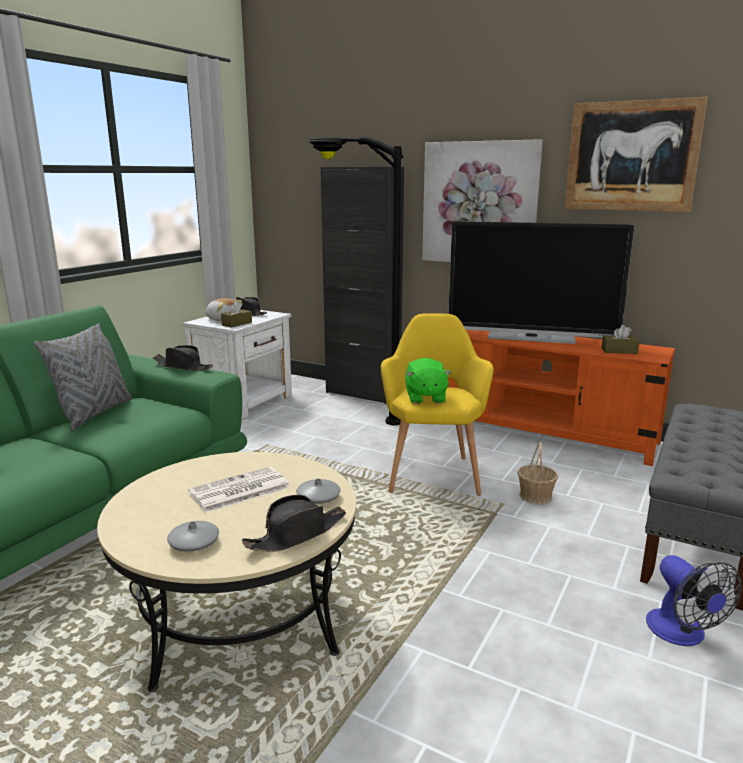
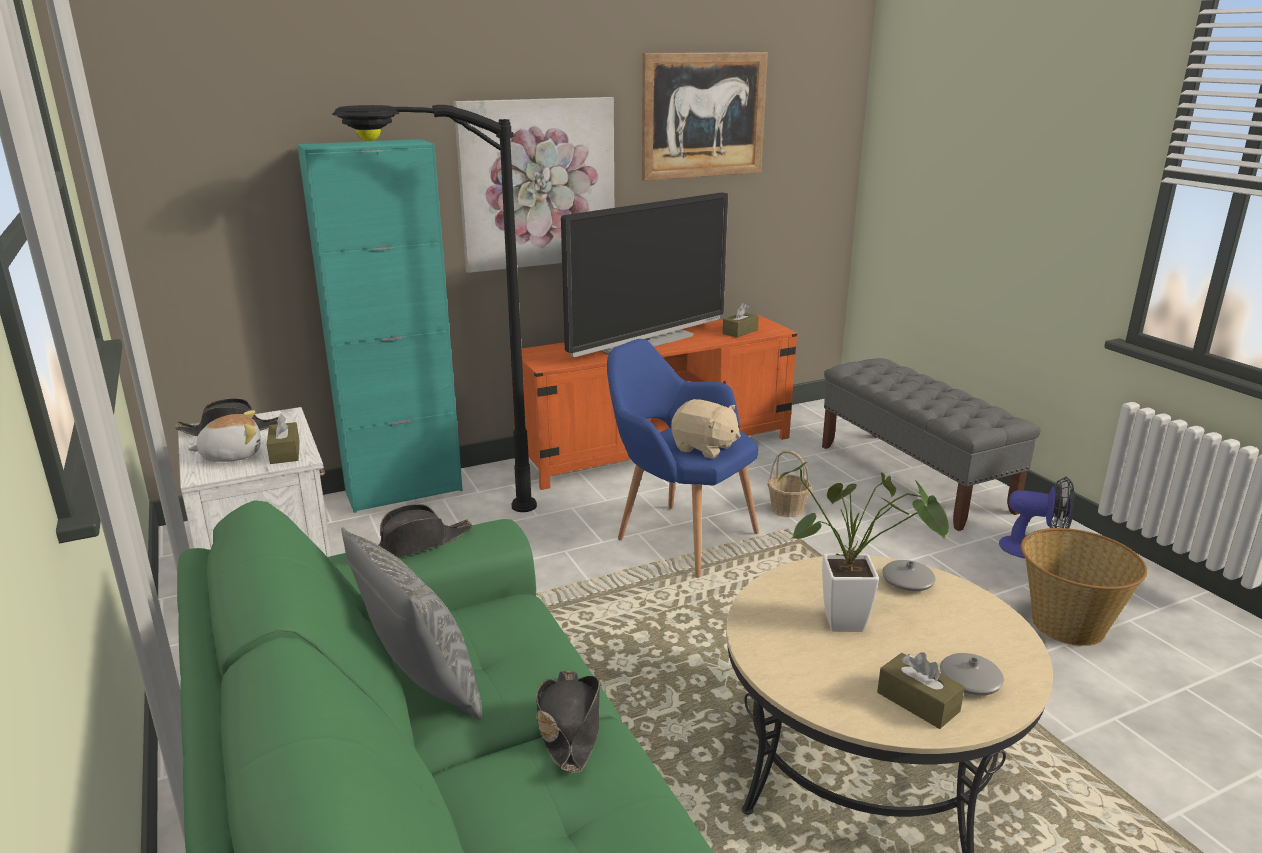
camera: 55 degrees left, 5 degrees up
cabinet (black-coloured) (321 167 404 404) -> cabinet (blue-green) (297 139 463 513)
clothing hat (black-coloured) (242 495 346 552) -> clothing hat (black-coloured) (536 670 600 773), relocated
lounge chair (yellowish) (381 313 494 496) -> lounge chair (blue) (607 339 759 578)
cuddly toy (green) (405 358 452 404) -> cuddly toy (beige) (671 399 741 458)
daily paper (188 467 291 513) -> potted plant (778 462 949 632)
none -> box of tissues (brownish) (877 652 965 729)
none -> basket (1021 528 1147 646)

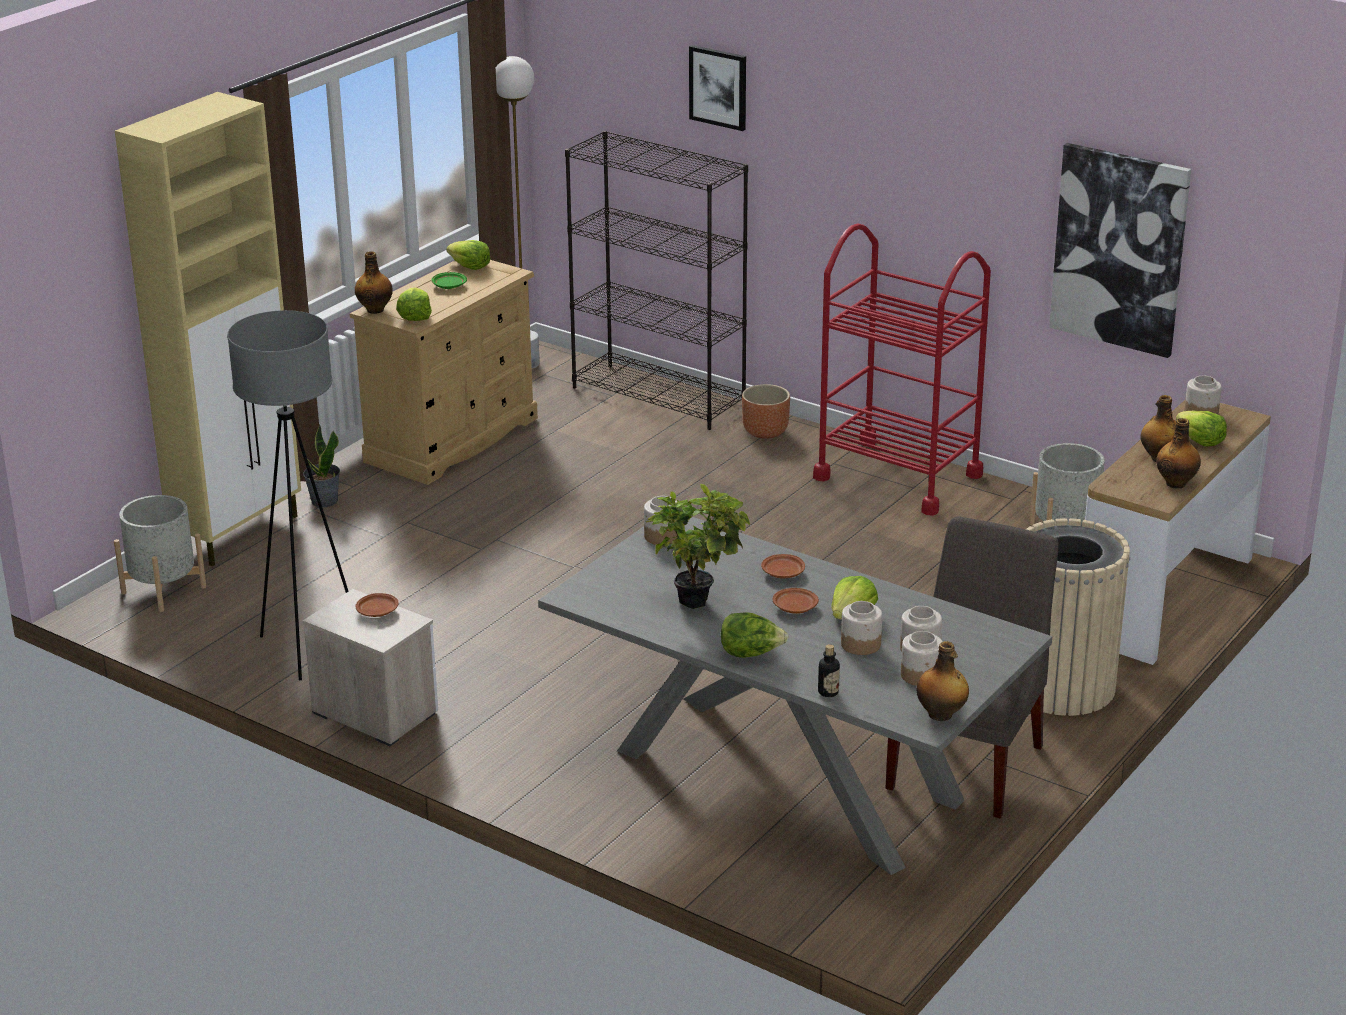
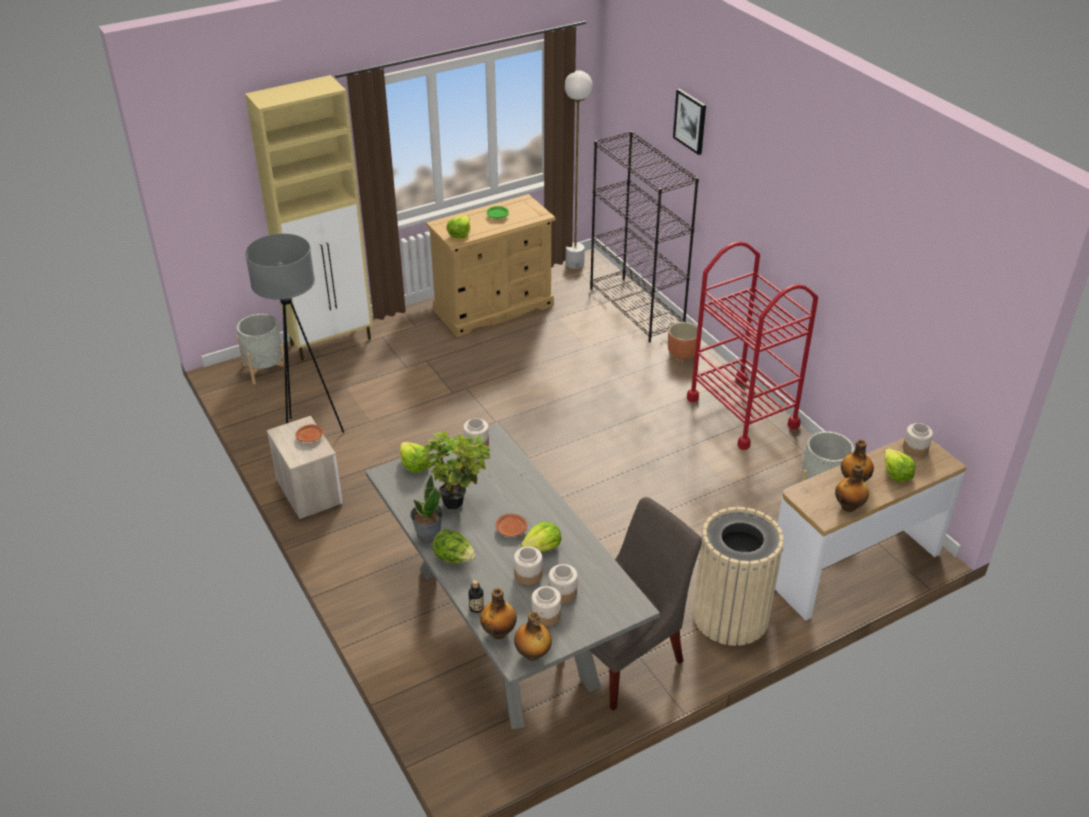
camera: 25 degrees right, 10 degrees up
head of lettuce (446 240 491 270) -> head of lettuce (400 442 431 473), relocated
potted plant (303 424 340 507) -> potted plant (410 475 443 543), relocated
beverage bottle (355 251 393 314) -> beverage bottle (480 588 517 639), relocated
flat dish (brownish) (761 554 805 578) -> none
picture (1049 143 1191 358) -> none

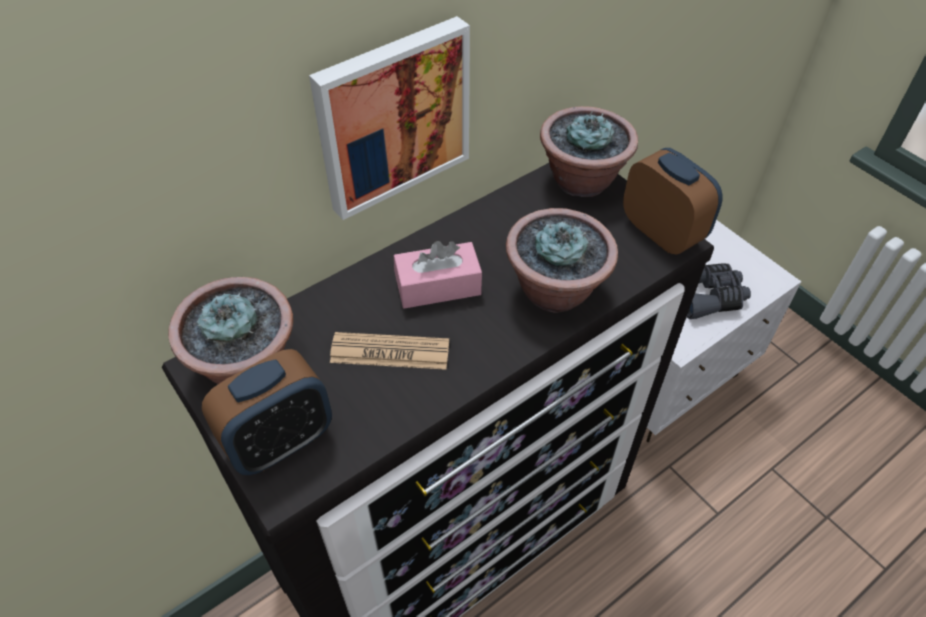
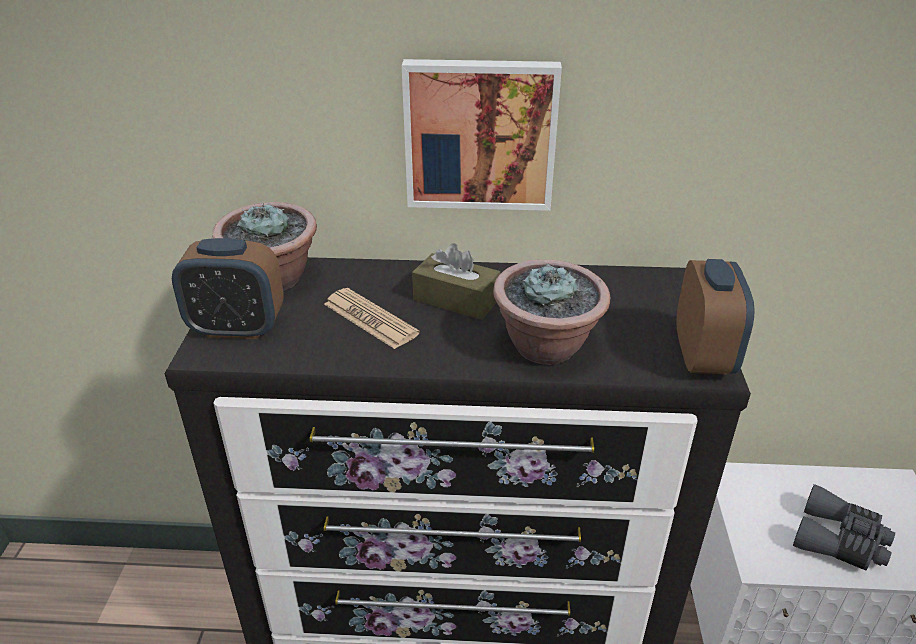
camera: 40 degrees right, 15 degrees down
box of tissues (pinkish) (394 241 482 309) -> box of tissues (brownish) (412 243 500 320)
potted plant (540 106 638 197) -> none

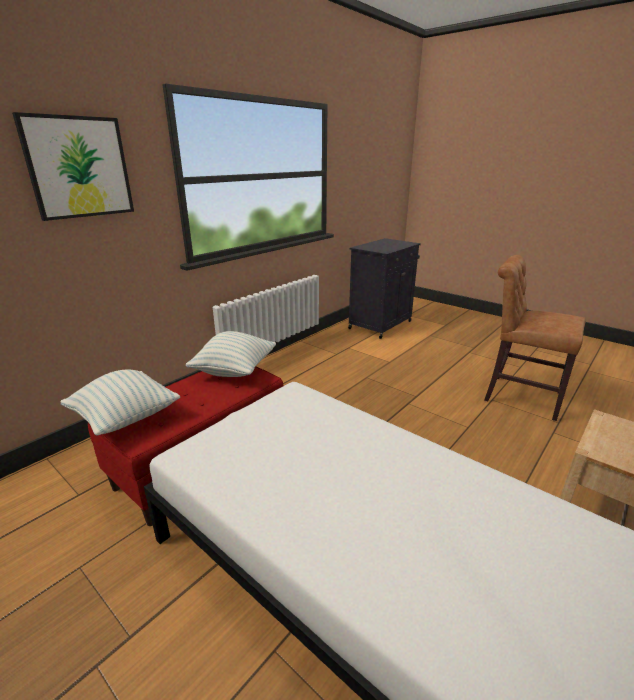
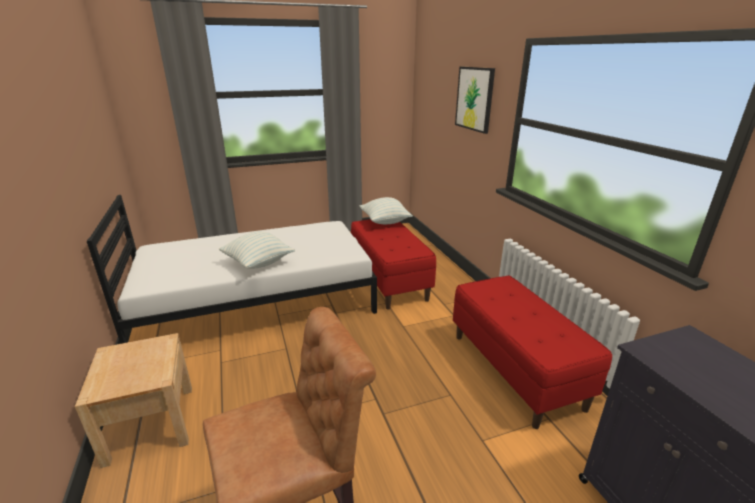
camera: 120 degrees right, 0 degrees up
cushion (186 331 276 377) -> cushion (219 231 295 269), relocated
none -> long seat (red) (453 275 612 429)

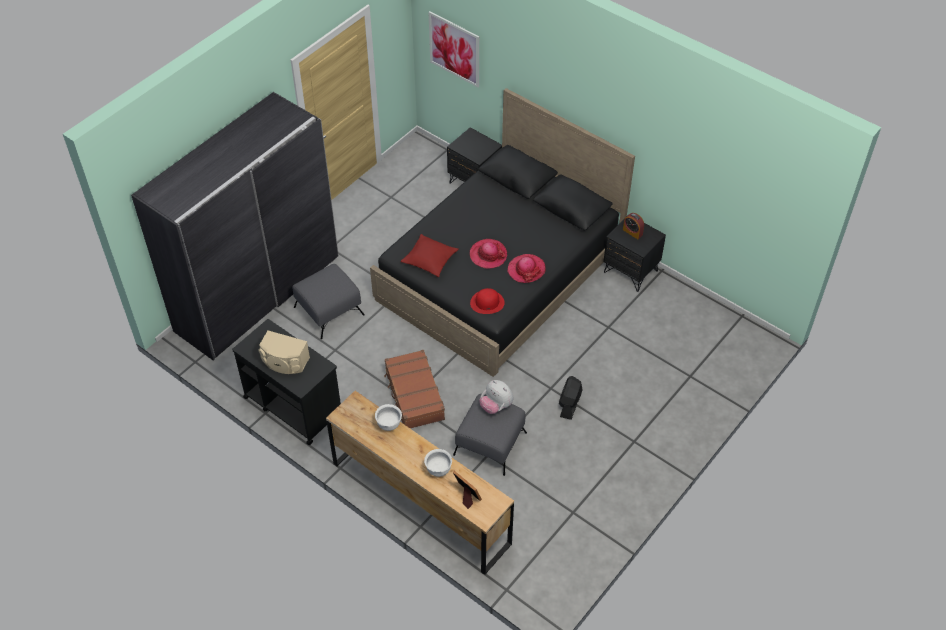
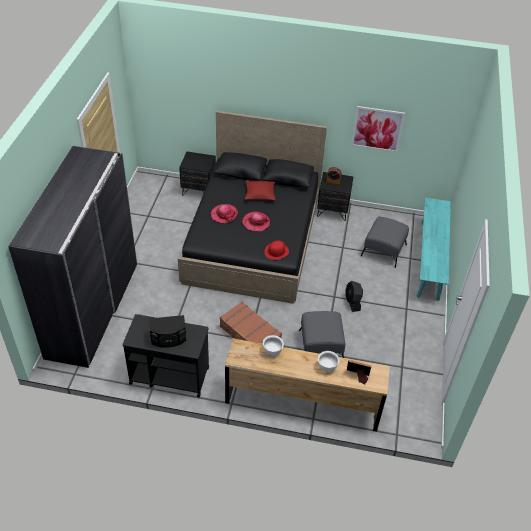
camera: 30 degrees left, 5 degrees down
speaker (beige) (258 331 310 374) -> speaker (black-coloured) (149 315 186 348)
clothing hat (507 254 546 283) -> clothing hat (211 204 238 223), relocated
cushion (red) (400 234 458 277) -> cushion (red) (245 180 276 200), relocated
picture (429 11 479 87) -> picture (351 106 405 153), relocated
pouffe (gray) (292 264 365 339) -> pouffe (gray) (361 217 409 268), relocated
none -> long seat (blue-green) (417 197 451 301)
cuddly toy (479 380 513 414) -> none

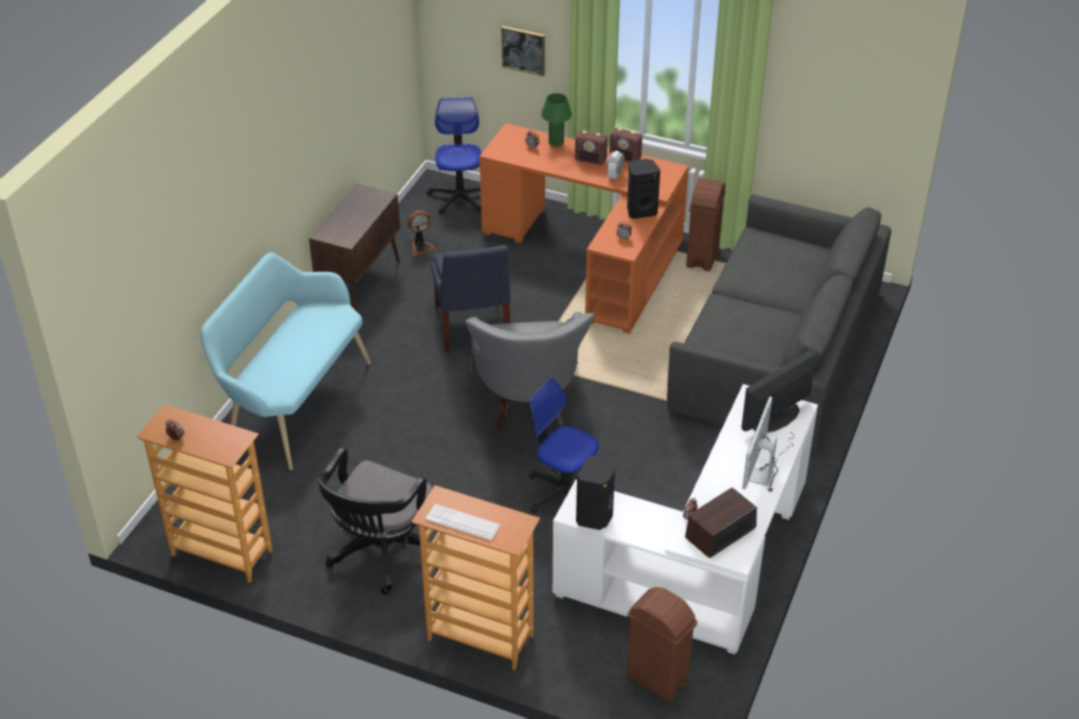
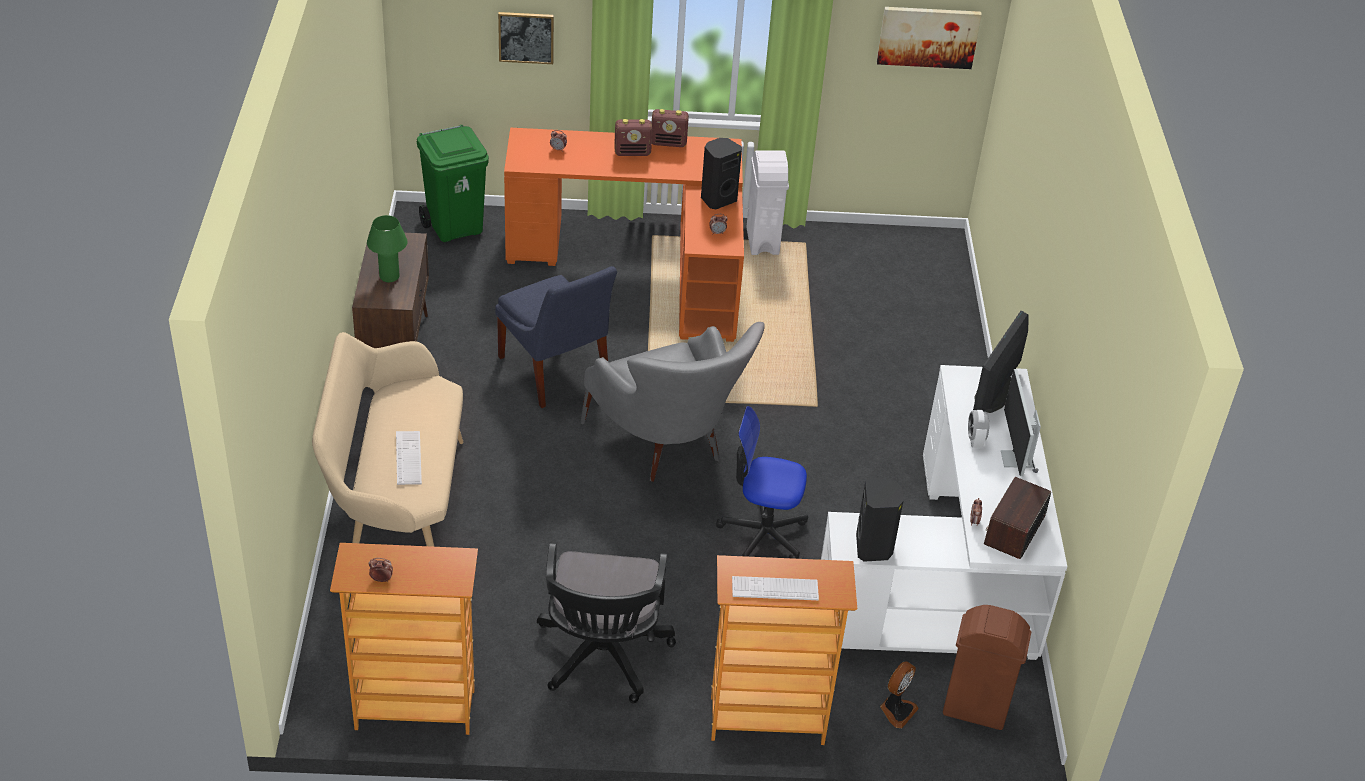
camera: 25 degrees left, 0 degrees up
long seat (blue-green) (200 253 371 470) -> long seat (beige) (312 332 463 547)
tabletop lamp (green) (541 93 572 147) -> tabletop lamp (green) (367 215 408 282), relocated
none -> keyboard (396 431 422 485)
computer chair (426 97 482 214) -> rubbish bin (green) (417 125 489 242)
rubbish bin (brownish) (686 178 726 272) -> rubbish bin (white-coloured) (746 150 789 255)
none -> picture (877 7 982 69)
fan (408 210 435 256) -> fan (880 661 919 728), relocated
alarm clock (607 151 624 179) -> alarm clock (968 410 989 448), relocated
couch (gray) (667 194 891 451) -> none

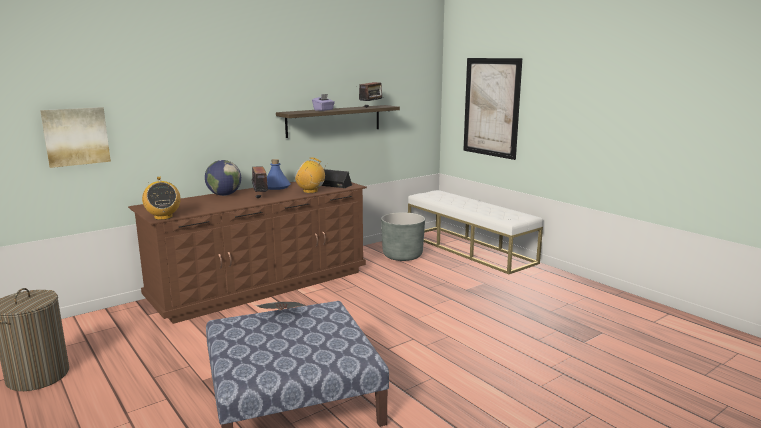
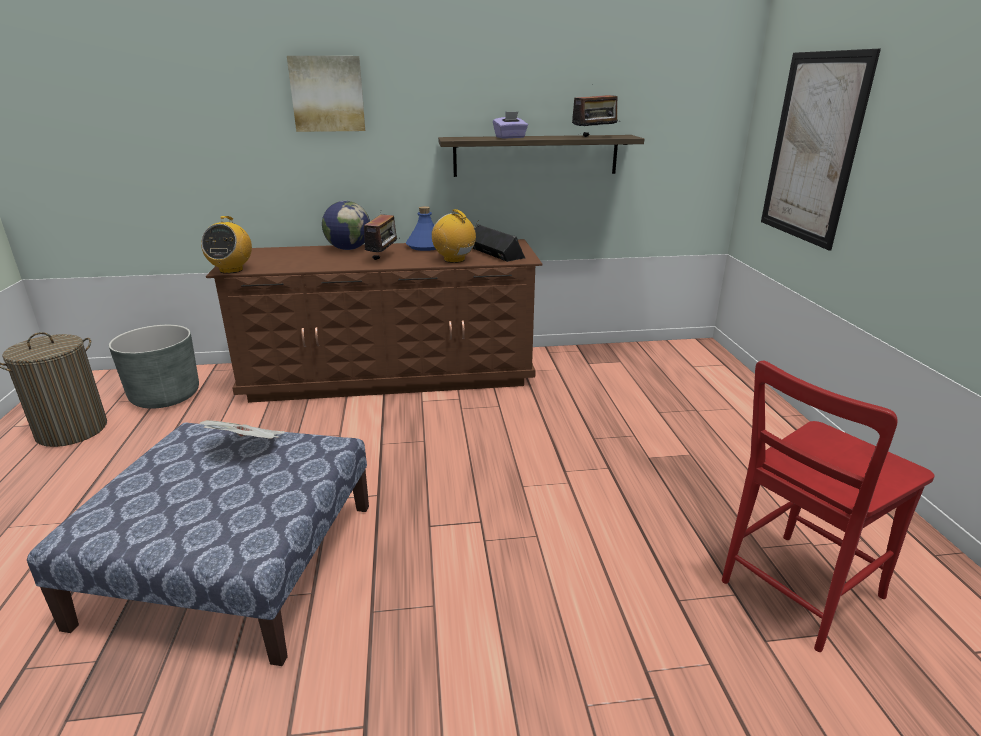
camera: 30 degrees right, 10 degrees up
plant pot (gray) (381 212 425 261) -> plant pot (gray) (109 325 199 409), relocated
picture (40 107 111 168) -> picture (287 56 365 132), relocated
none -> upright chair (red) (722 361 935 652)
long seat (white-coloured) (408 190 543 274) -> none

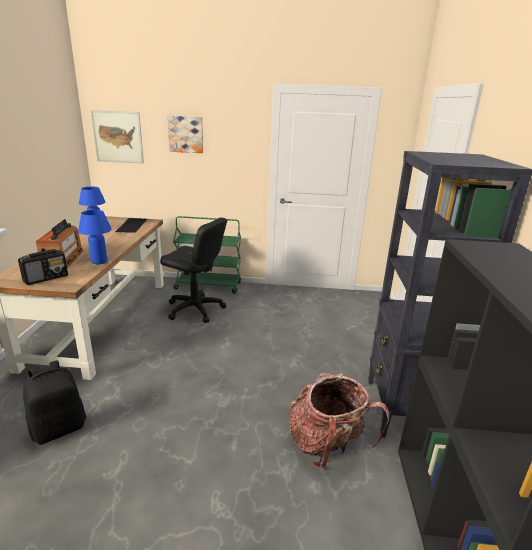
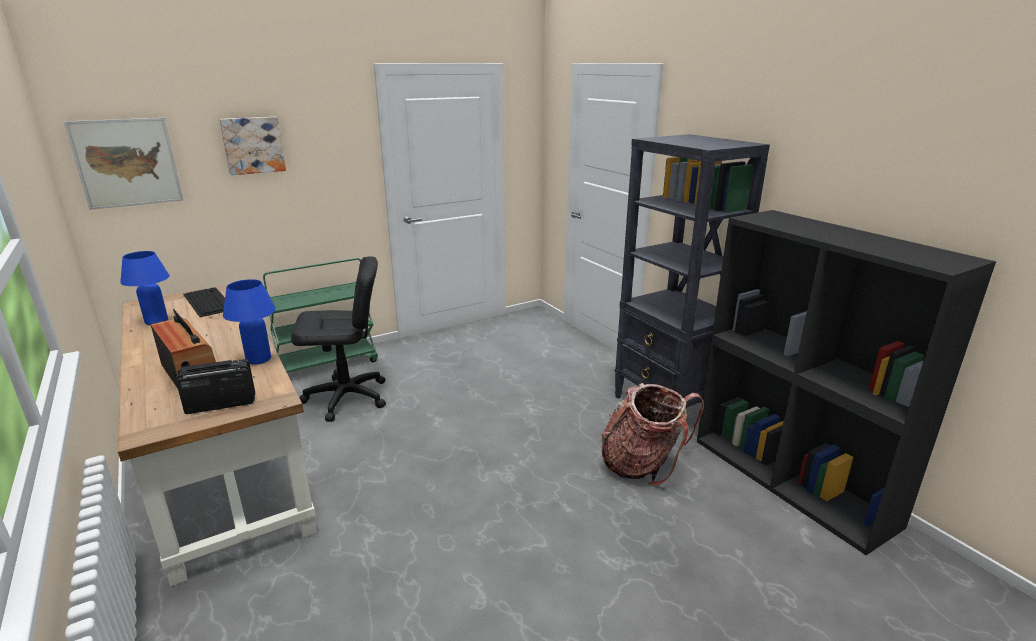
camera: 35 degrees left, 0 degrees up
radio set (18 249 68 285) -> radio set (176 359 255 414), 120 degrees counterclockwise
backpack (black-coloured) (23 360 86 445) -> none

